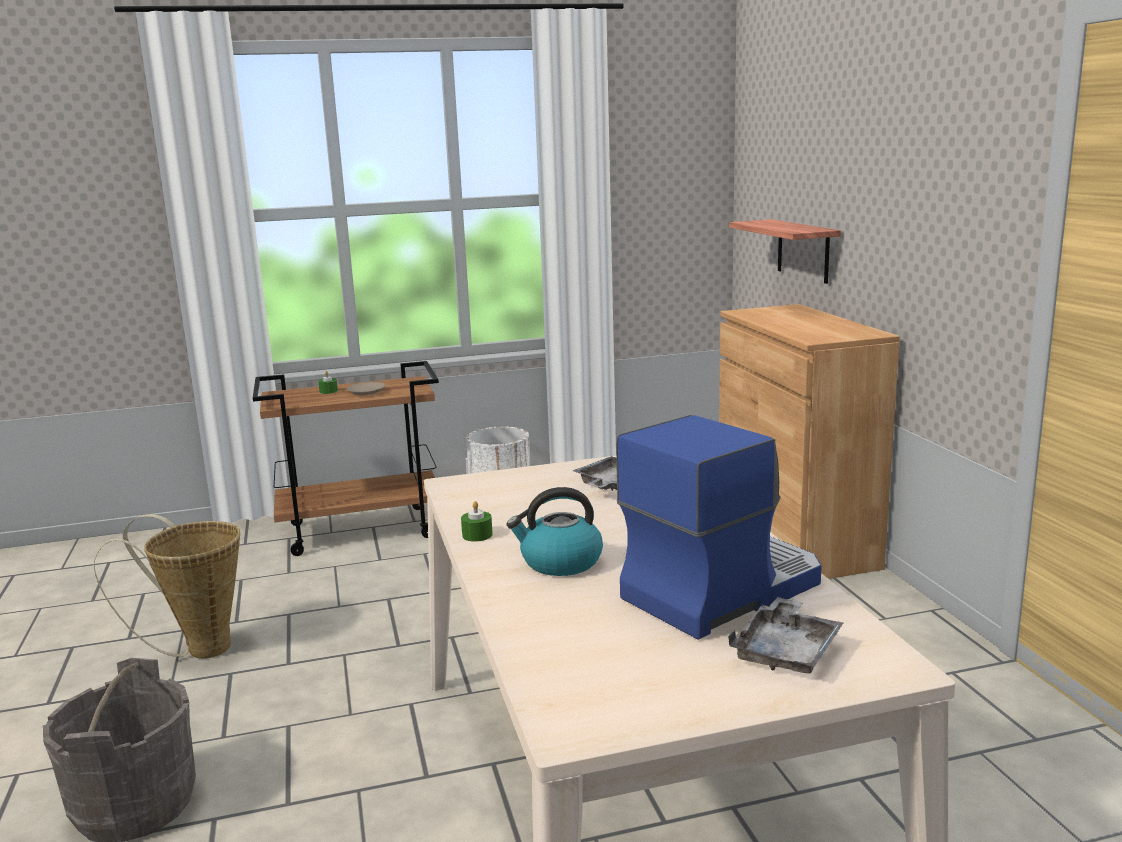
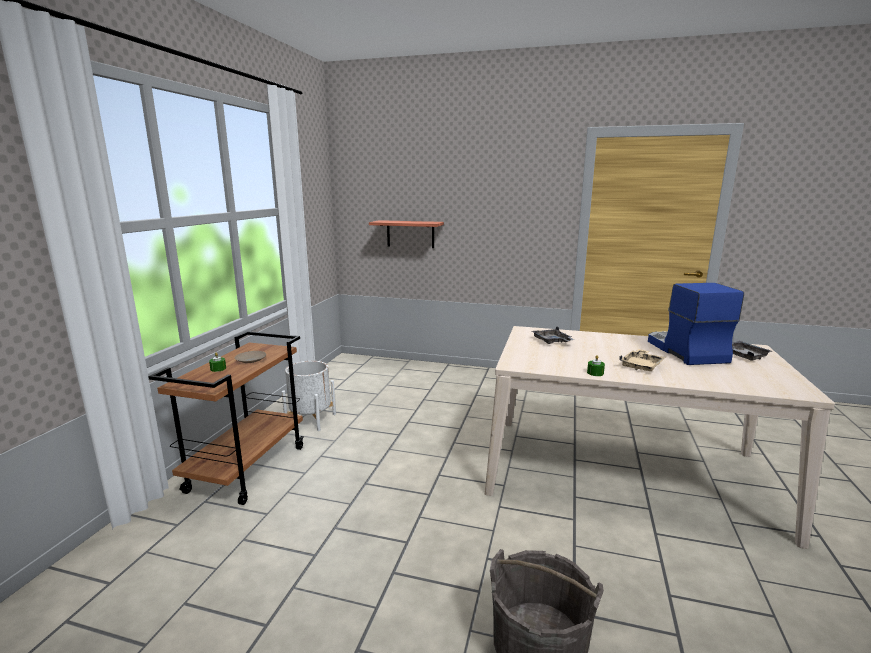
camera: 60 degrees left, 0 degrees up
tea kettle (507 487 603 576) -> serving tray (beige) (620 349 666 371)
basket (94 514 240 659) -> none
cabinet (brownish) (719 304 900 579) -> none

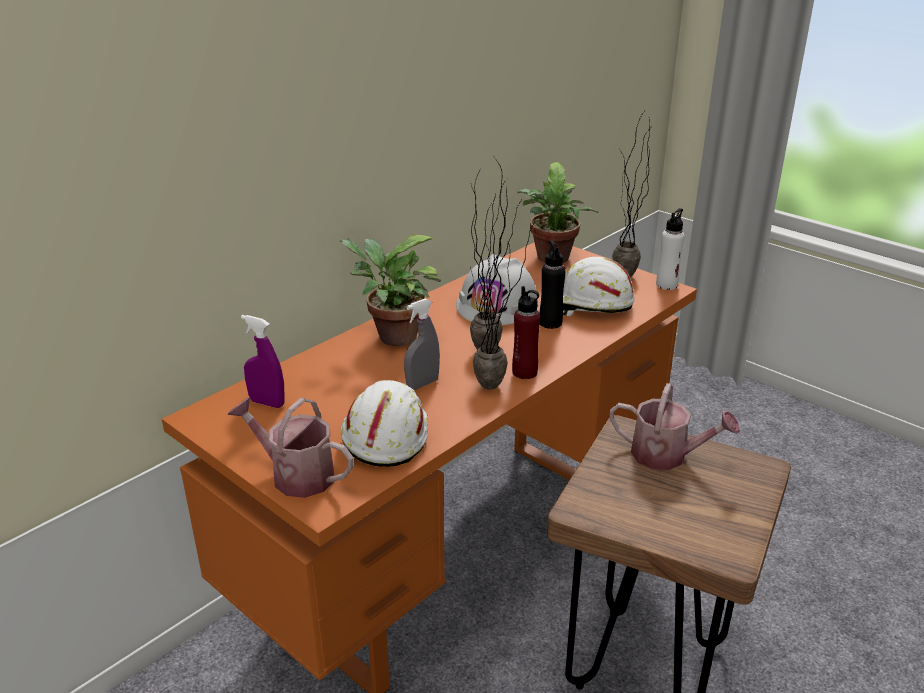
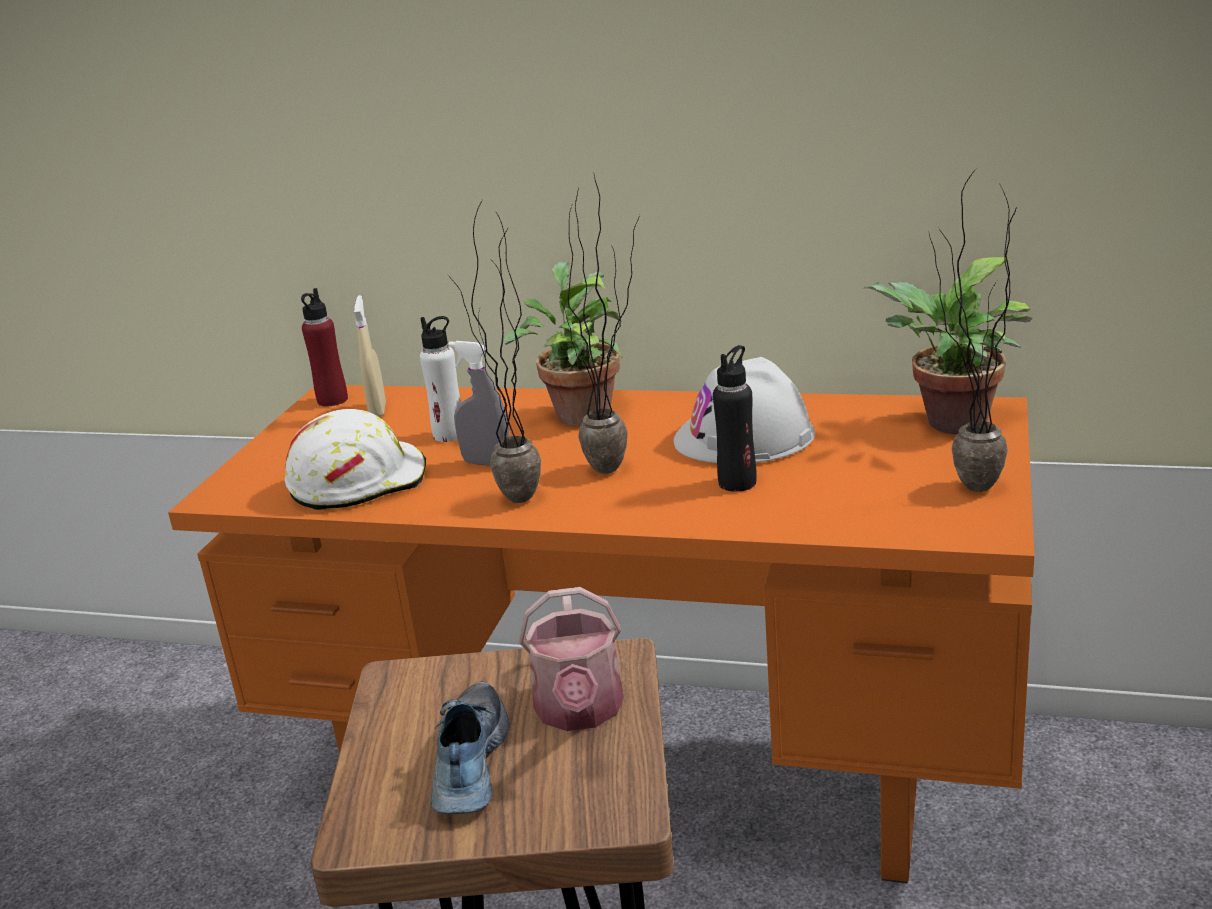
camera: 65 degrees right, 5 degrees down
beverage bottle (red) (512 286 540 379) -> beverage bottle (red) (301 288 348 406), relocated
hand sprayer (purple) (241 315 285 408) -> hand sprayer (beige) (354 295 386 417)
beverage bottle (white-coloured) (656 208 685 290) -> beverage bottle (white-coloured) (420 316 461 442), relocated
none -> item of footwear (431 681 509 814)
sprinkling can (227 397 353 498) -> none
hard hat (white-coloured) (563 257 634 317) -> none

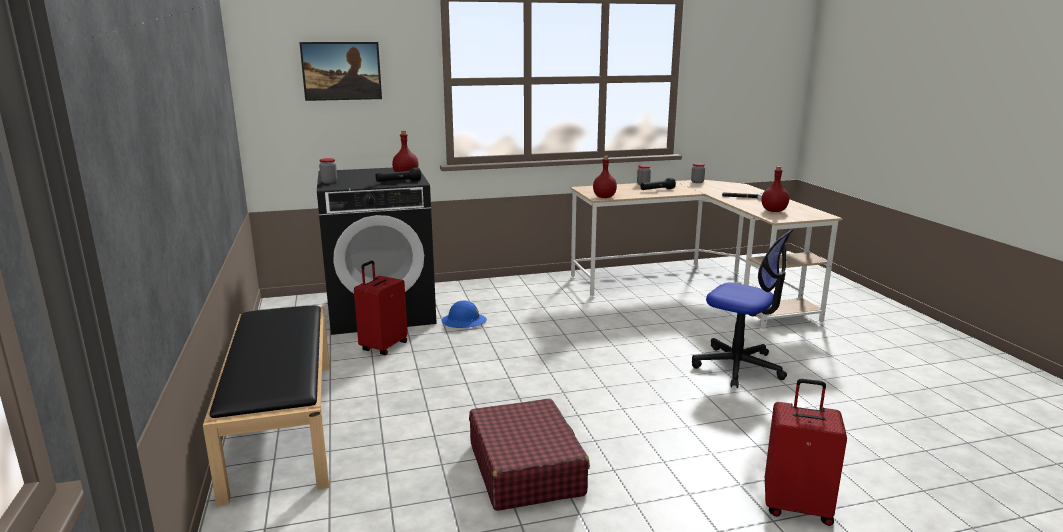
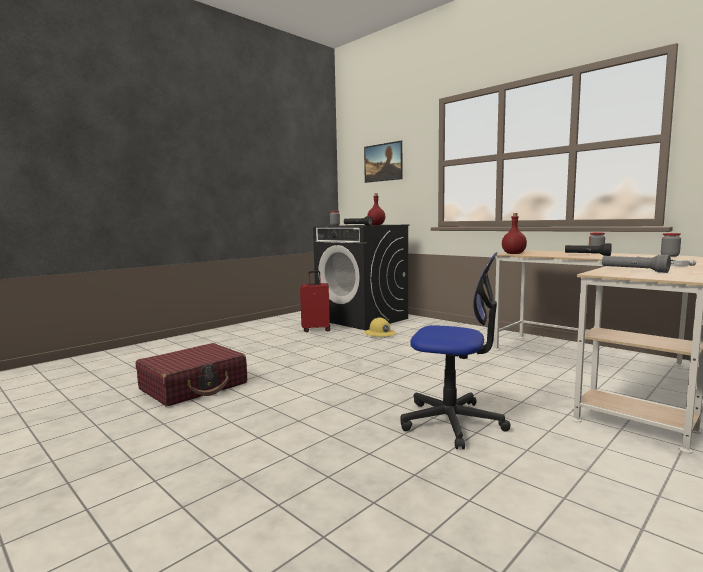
camera: 60 degrees right, 10 degrees down
hard hat (blue) (442 301 487 328) -> hard hat (yellowish) (364 317 396 337)
computer chair (692 229 794 388) -> computer chair (400 252 510 449), 75 degrees counterclockwise
beverage bottle (red) (761 166 789 212) -> flashlight (gray) (602 255 671 273)
long seat (black-coloured) (203 305 330 506) -> none
suitcase (red) (765 379 847 526) -> none

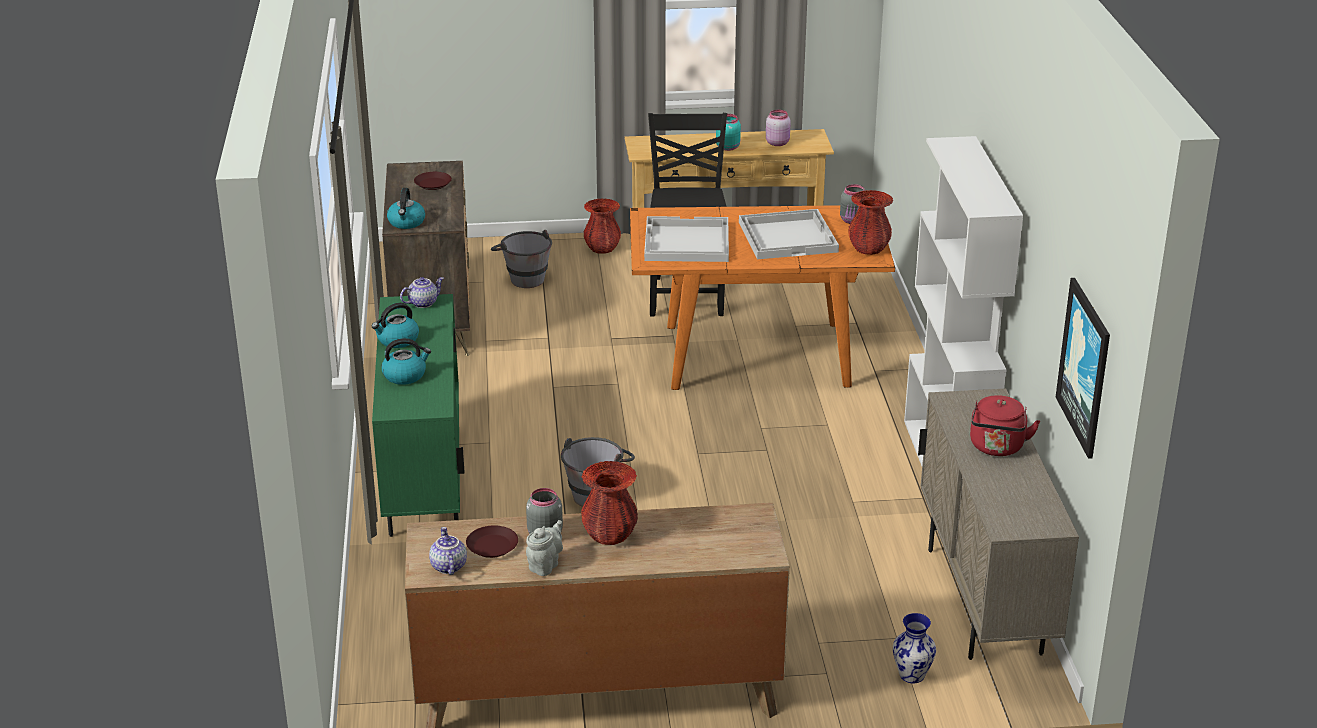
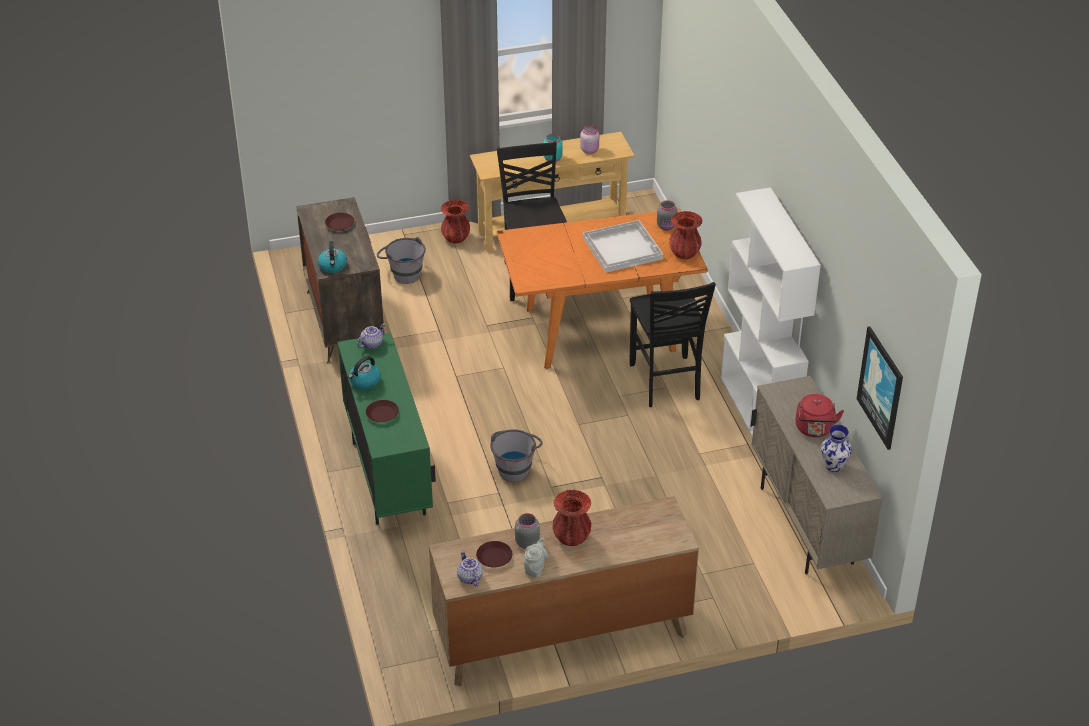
camera: 10 degrees left, 10 degrees up
tea kettle (382 338 431 385) -> flat dish (brownish) (366 400 399 422)
none -> upright chair (black-coloured) (629 282 716 407)
decorative vase (893 613 936 683) -> decorative vase (821 425 852 472), relocated
serving tray (white-coloured) (644 216 729 262) -> none

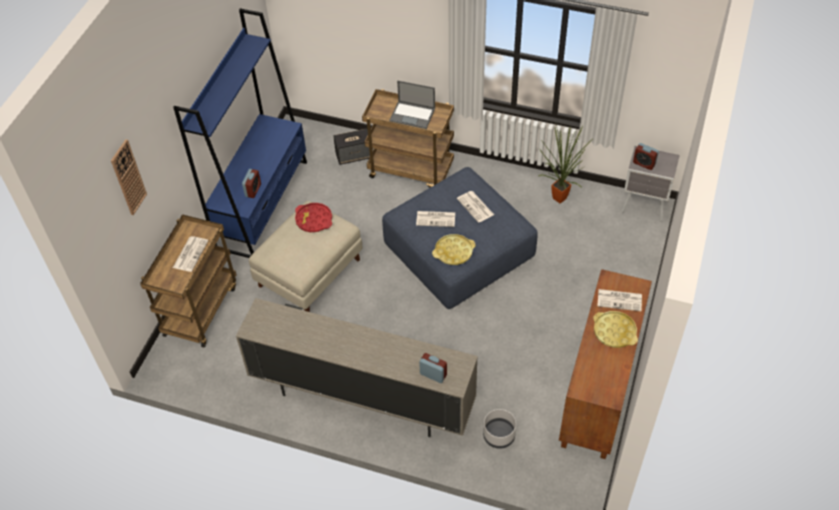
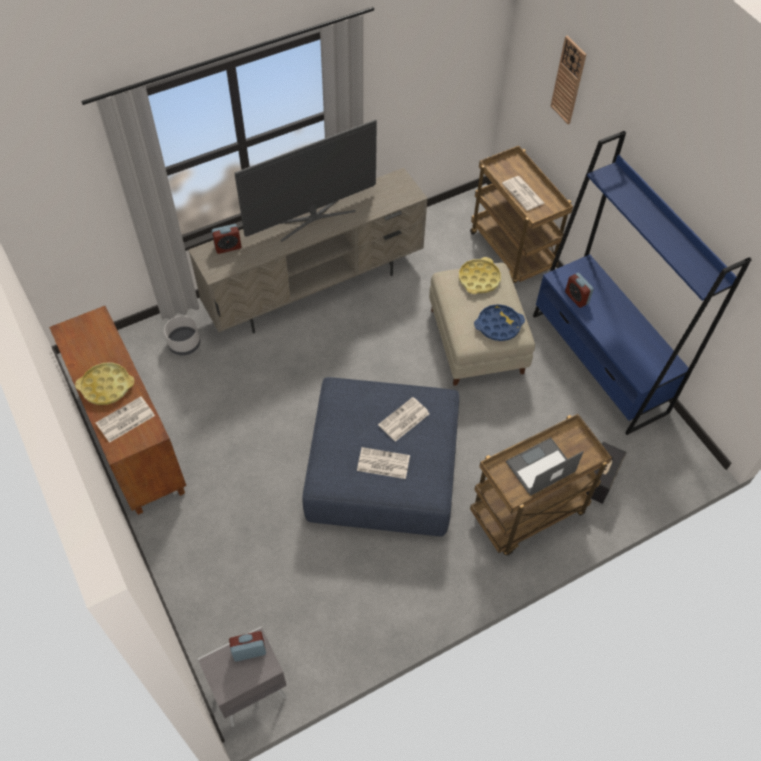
camera: 130 degrees right, 5 degrees up
none -> TV (234 119 377 242)
serving tray (yellowish) (432 234 476 265) -> serving tray (yellowish) (459 257 501 294), relocated
serving tray (red) (295 203 332 232) -> serving tray (blue) (474 304 525 341)
potted plant (538 122 593 204) -> none

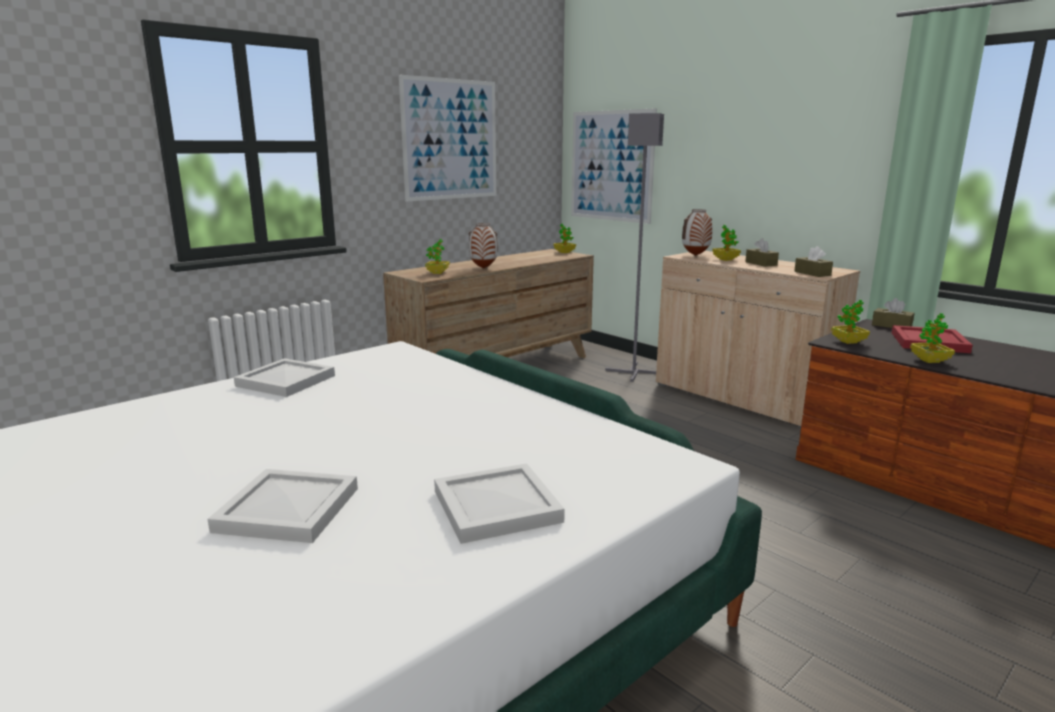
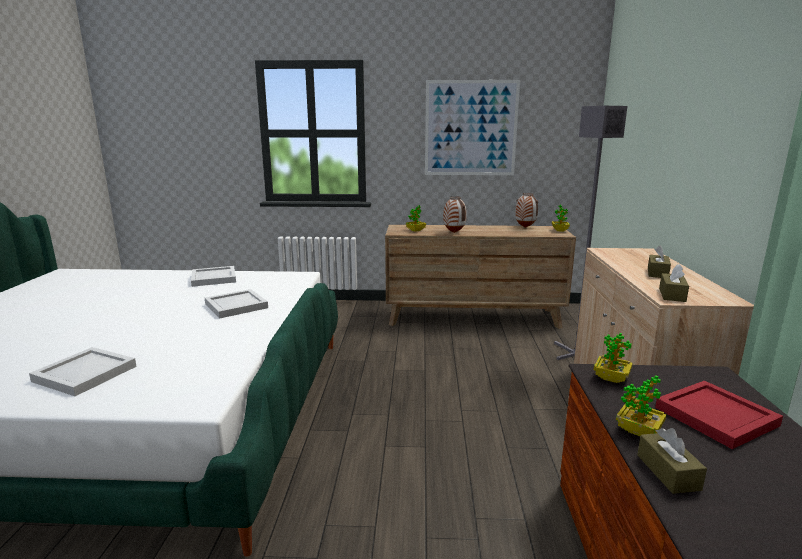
camera: 45 degrees right, 0 degrees up
serving tray (white-coloured) (208 469 358 543) -> serving tray (white-coloured) (205 289 268 318), relocated
decorative vase (682 209 713 256) -> decorative vase (515 193 538 228), relocated
box of tissues (brownish) (872 298 914 328) -> box of tissues (brownish) (637 428 707 494), relocated
picture (571 108 657 224) -> none
potted plant (712 225 741 261) -> none

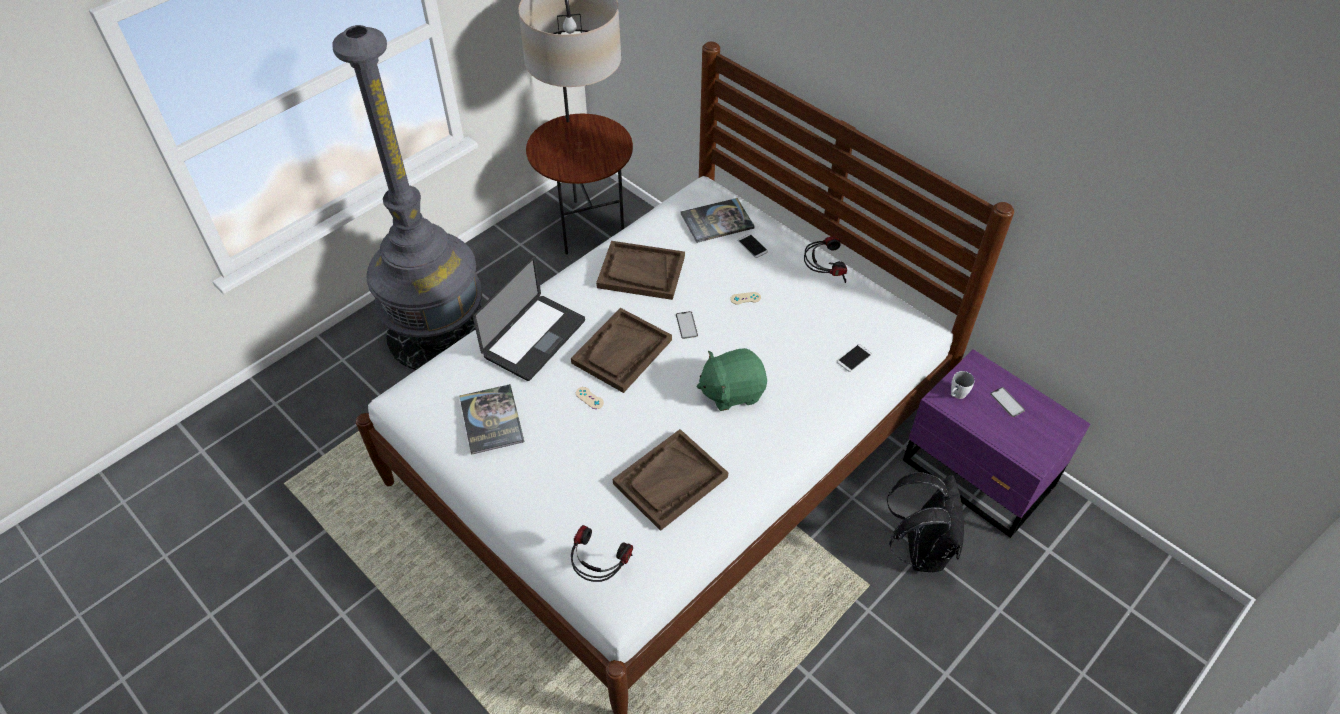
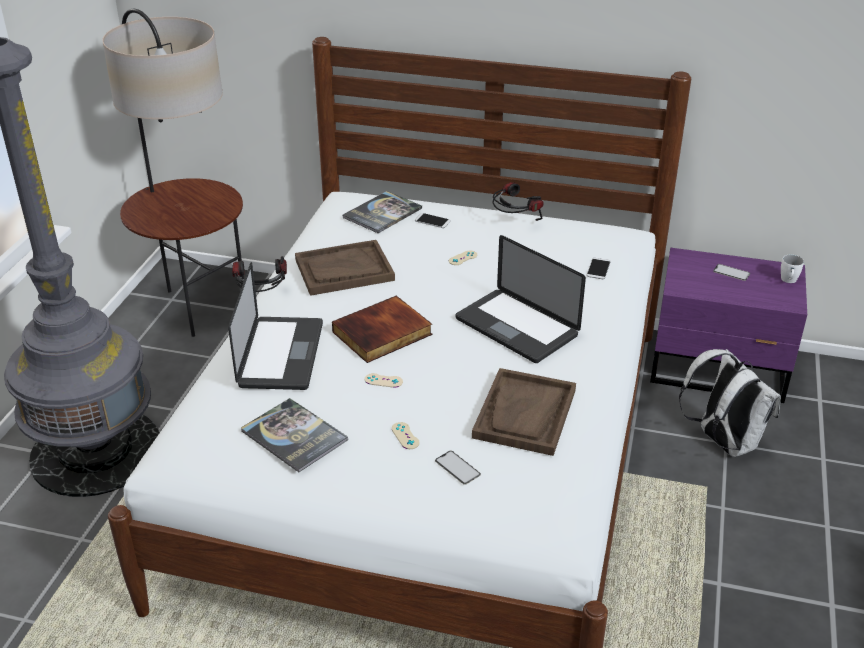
camera: 30 degrees left, 15 degrees down
headset (571 525 633 582) -> headset (232 256 287 292), relocated
serving tray (brownish) (571 308 672 393) -> book (332 296 432 363)
none -> game controller (beige) (392 422 420 449)
phone (676 311 698 339) -> phone (435 451 481 485), relocated
cuddly toy (green) (697 348 767 411) -> portable computer (456 235 586 363)
backpack (black-coloured) (887 472 964 572) -> backpack (white-coloured) (679 349 781 457)
tea mug (white-coloured) (951 371 974 399) -> tea mug (white-coloured) (781 255 804 283), relocated

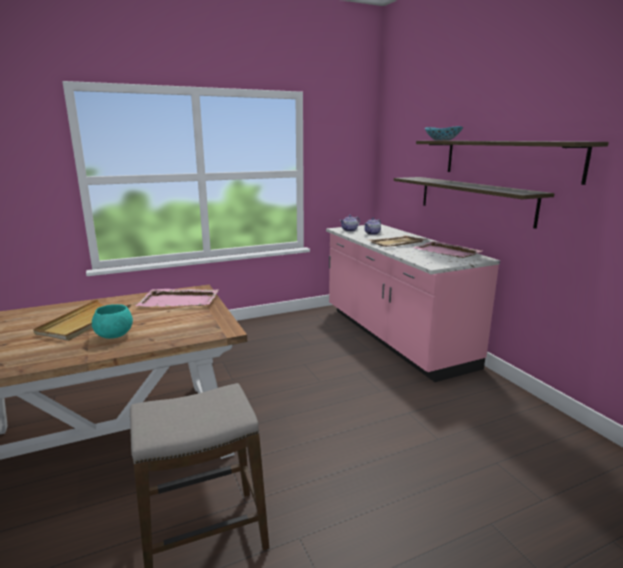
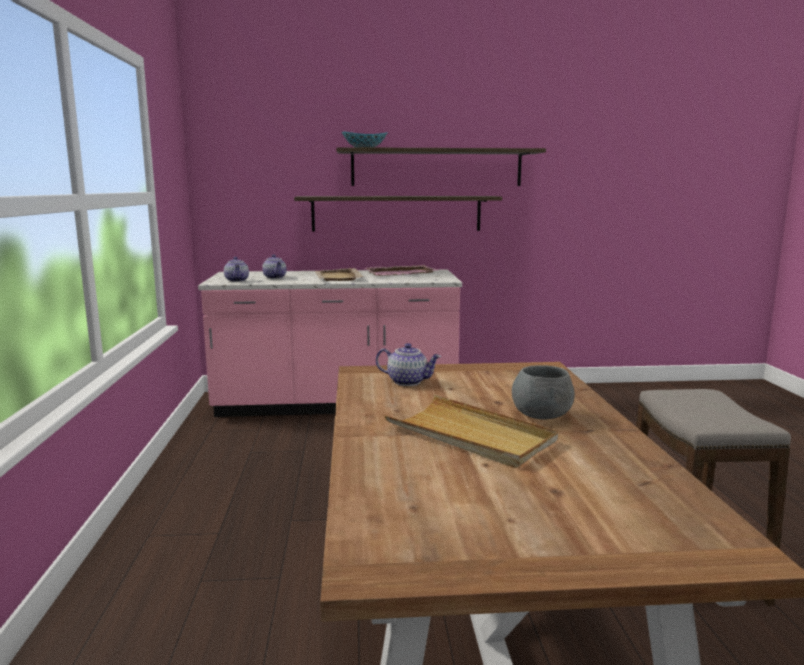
camera: 70 degrees left, 5 degrees down
serving tray (pinkish) (135 289 219 307) -> pot for tea (376 343 441 386)
deep dish (blue-green) (92 304 133 339) -> deep dish (gray) (512 365 575 420)

